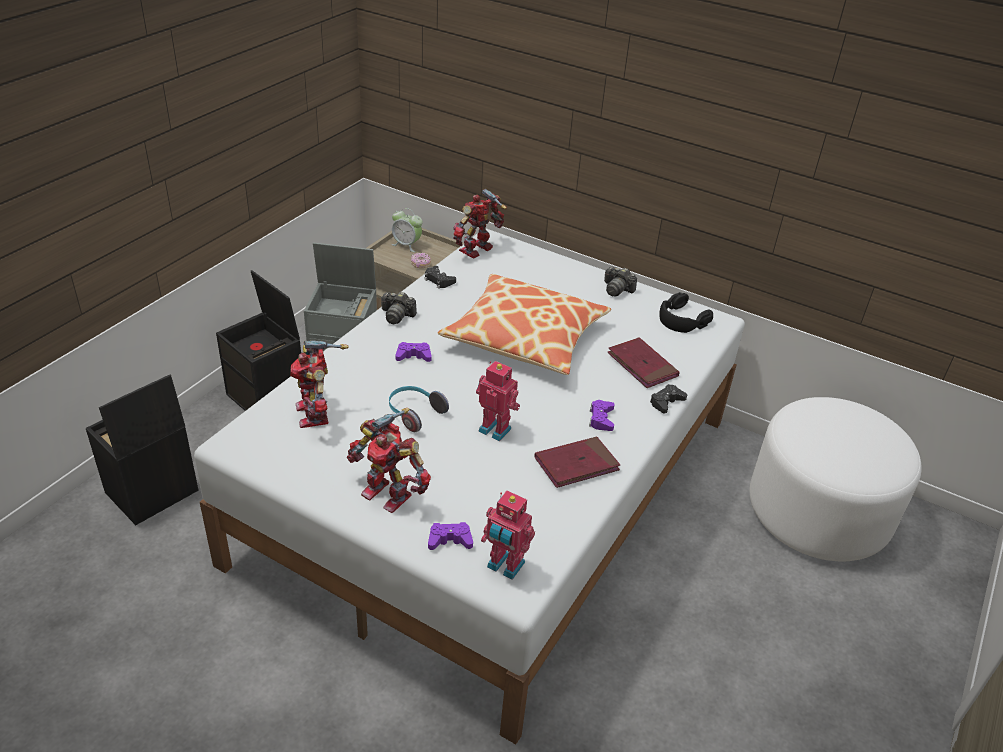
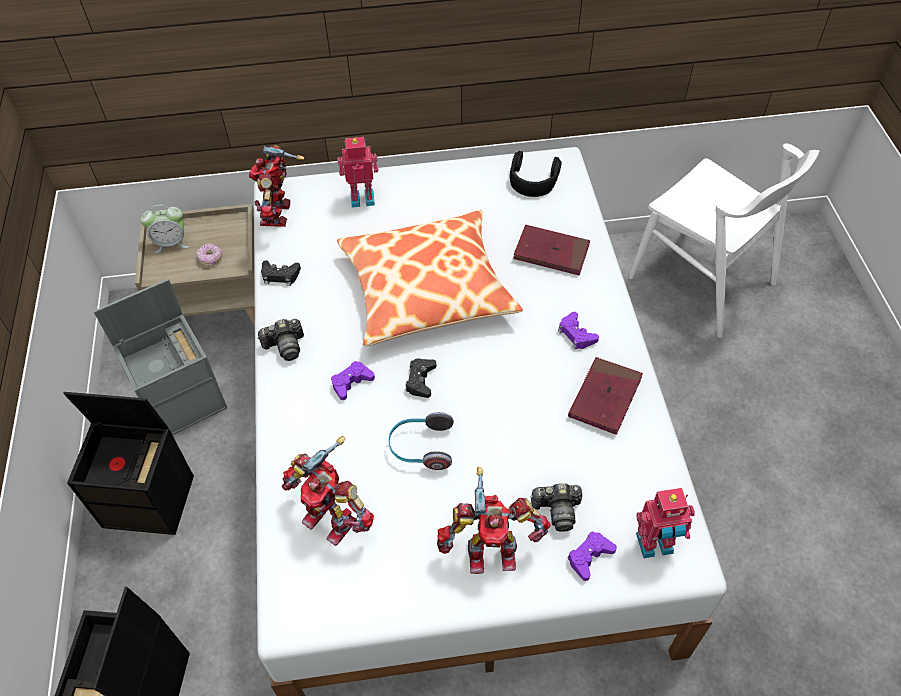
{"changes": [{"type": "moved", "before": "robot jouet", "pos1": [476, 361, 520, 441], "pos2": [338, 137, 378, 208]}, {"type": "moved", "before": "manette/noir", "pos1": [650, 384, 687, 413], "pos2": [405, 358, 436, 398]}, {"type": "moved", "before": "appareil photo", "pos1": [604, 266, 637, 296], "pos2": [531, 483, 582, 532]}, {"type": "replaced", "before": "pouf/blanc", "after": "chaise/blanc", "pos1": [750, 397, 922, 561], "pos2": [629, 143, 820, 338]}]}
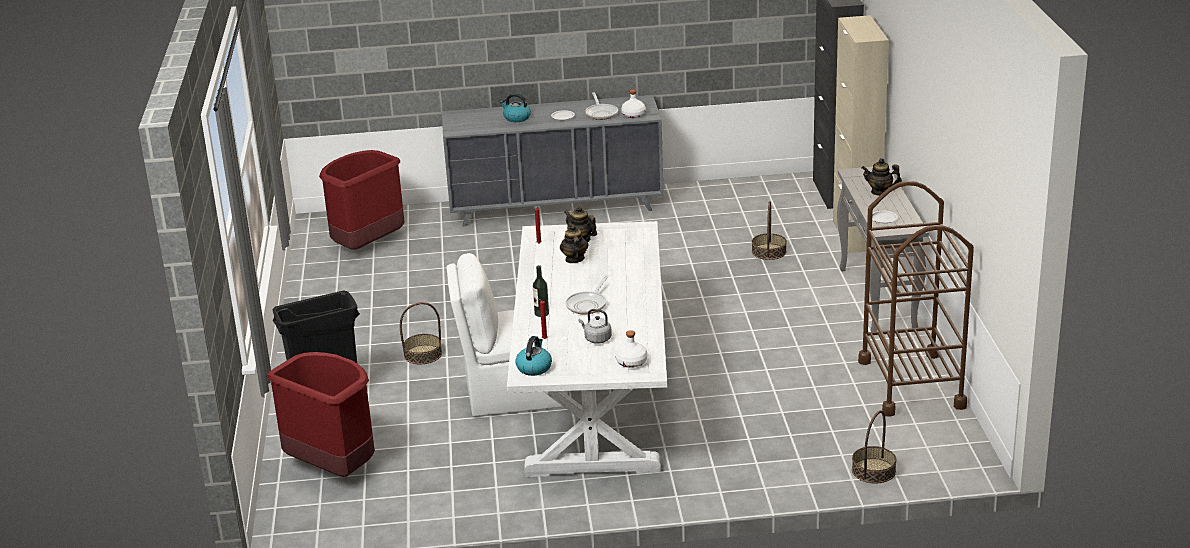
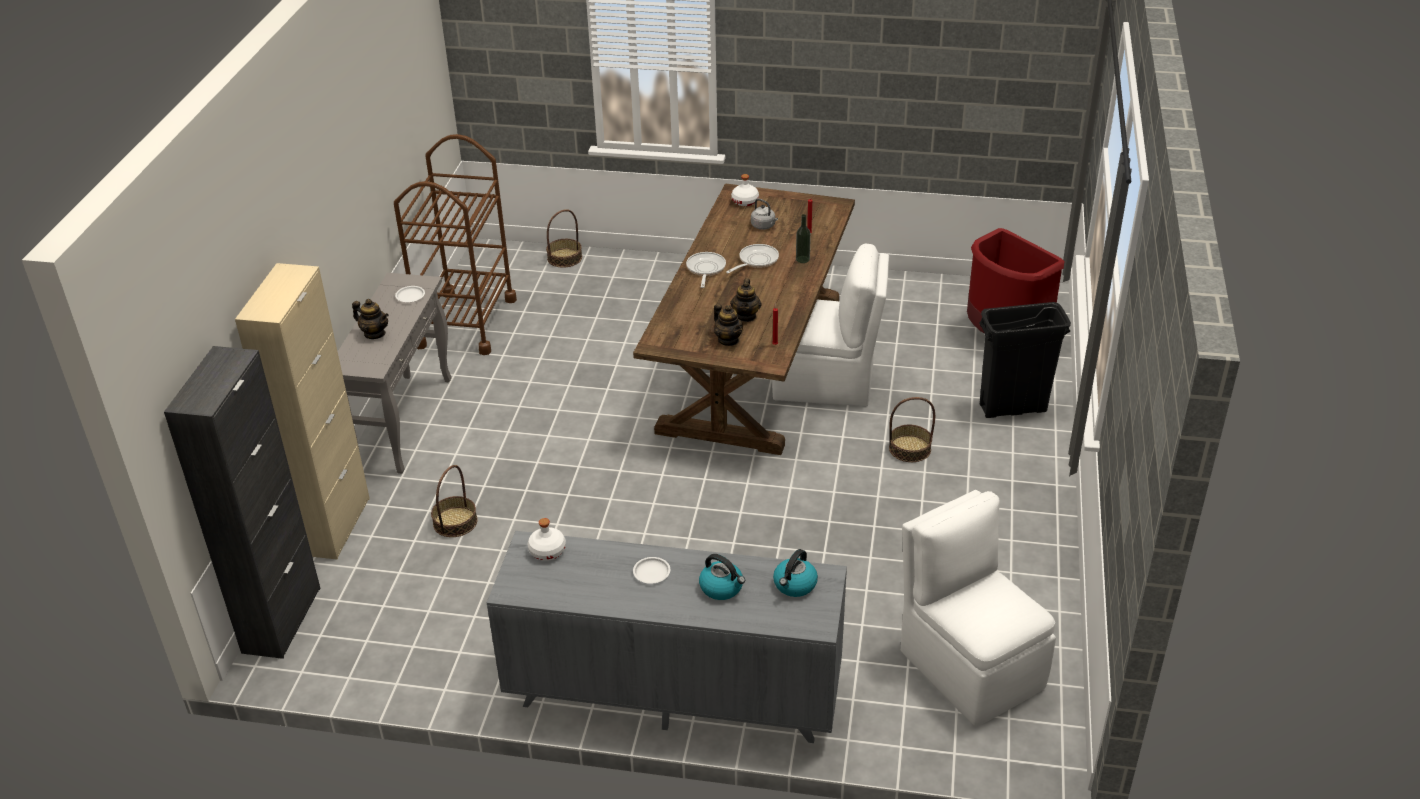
{"changes": [{"type": "recoloured", "before": "table à manger/blanc", "after": "table à manger/marron", "pos1": [507, 221, 667, 477], "pos2": [633, 183, 855, 455]}, {"type": "moved", "before": "poêle", "pos1": [585, 93, 618, 120], "pos2": [686, 252, 726, 288]}, {"type": "moved", "before": "bouilloire", "pos1": [515, 336, 552, 376], "pos2": [773, 549, 818, 597]}, {"type": "replaced", "before": "poubelle/rouge", "after": "chaise/blanc", "pos1": [319, 150, 405, 250], "pos2": [901, 490, 1056, 726]}]}
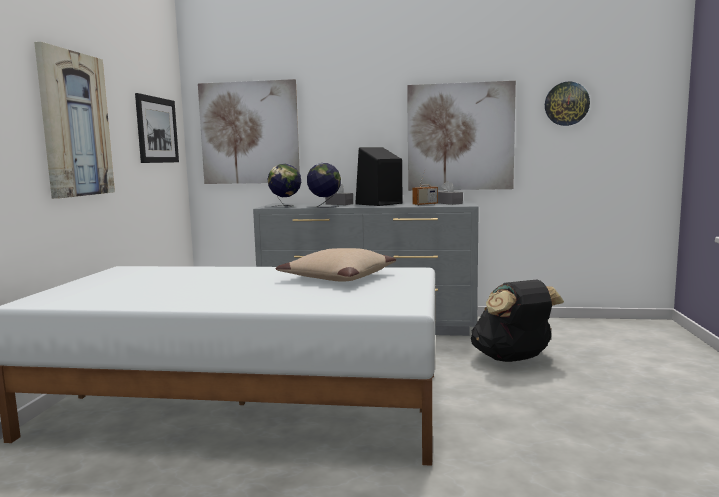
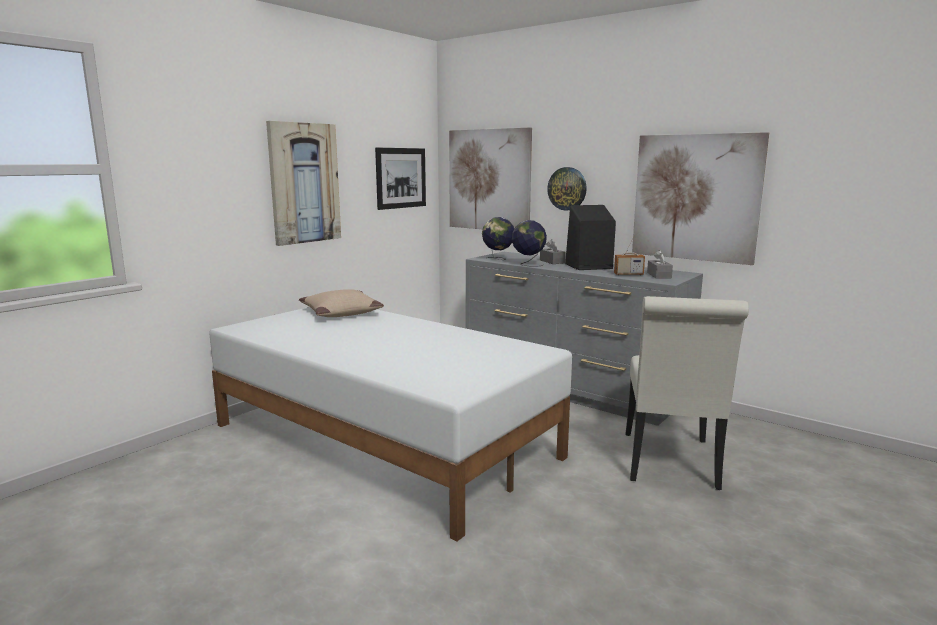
{"changes": [{"type": "moved", "before": "coussin/beige", "pos1": [276, 248, 396, 282], "pos2": [299, 289, 384, 317]}, {"type": "moved", "before": "horloge murale", "pos1": [545, 82, 590, 126], "pos2": [547, 167, 587, 211]}, {"type": "replaced", "before": "sac à dos/noir", "after": "chaise/blanc", "pos1": [471, 280, 564, 362], "pos2": [625, 296, 749, 490]}]}
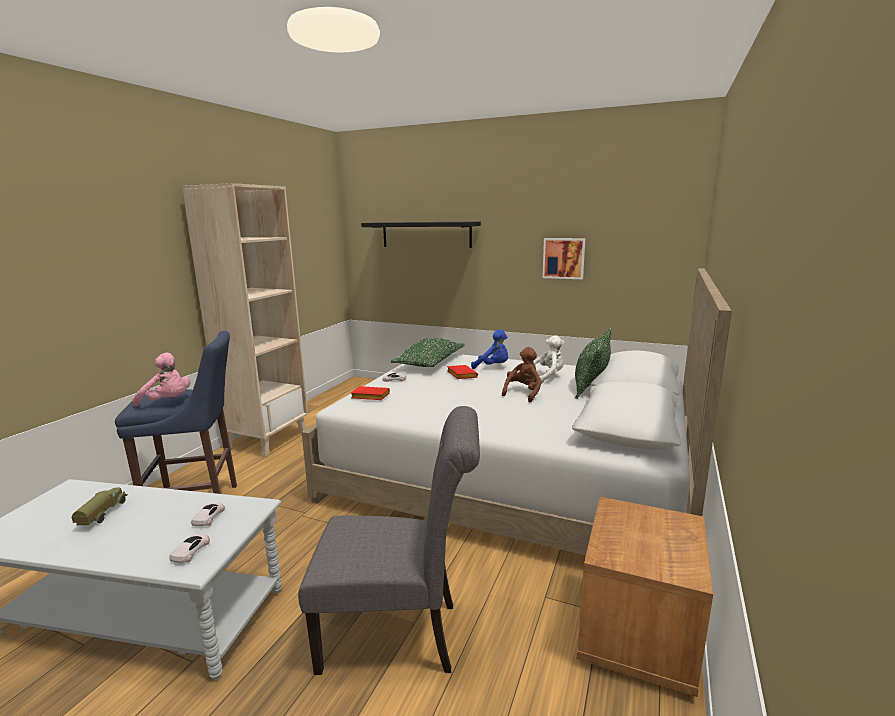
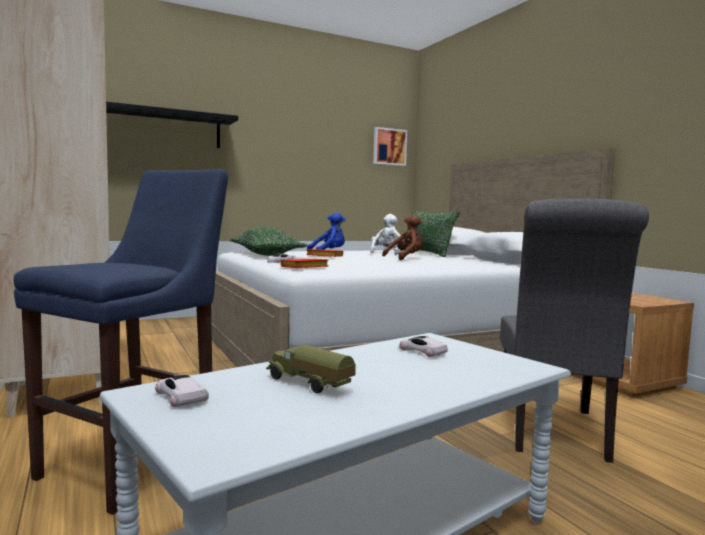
{"changes": [{"type": "moved", "before": "petite voiture/blanc", "pos1": [169, 534, 210, 563], "pos2": [155, 375, 209, 407]}, {"type": "moved", "before": "tableau", "pos1": [542, 238, 585, 279], "pos2": [373, 127, 407, 166]}, {"type": "turned", "before": "peluche/marron", "pos1": [502, 347, 542, 402], "pos2": [382, 215, 423, 260], "turn": 75}, {"type": "turned", "before": "chaise/gris", "pos1": [298, 406, 480, 675], "pos2": [500, 198, 649, 463], "turn": 150}, {"type": "removed", "before": "peluche/rose", "pos1": [132, 353, 190, 406]}]}
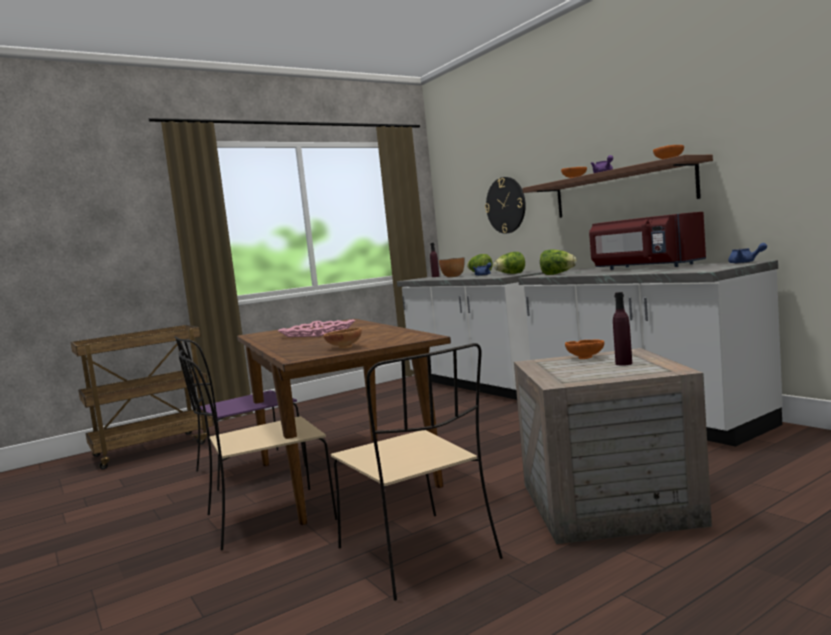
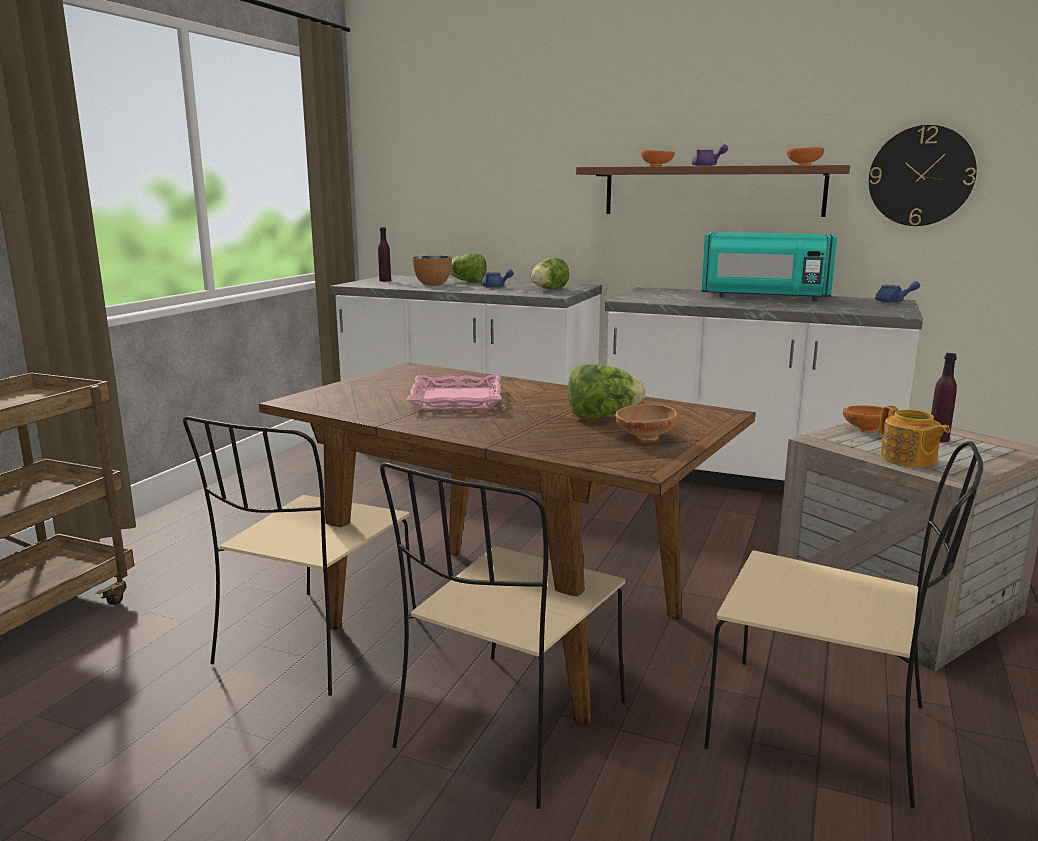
{"changes": [{"type": "recoloured", "before": "chaise/violet", "after": "chaise/beige", "pos1": [174, 336, 306, 491], "pos2": [183, 416, 416, 696]}, {"type": "moved", "before": "laitue", "pos1": [540, 249, 577, 275], "pos2": [568, 364, 646, 419]}, {"type": "recoloured", "before": "micro-ondes/rouge", "after": "micro-ondes/turquoise", "pos1": [589, 212, 706, 270], "pos2": [702, 232, 837, 301]}, {"type": "moved", "before": "horloge murale", "pos1": [485, 177, 526, 234], "pos2": [869, 125, 977, 226]}, {"type": "added", "after": "théière", "pos2": [880, 406, 950, 467]}]}
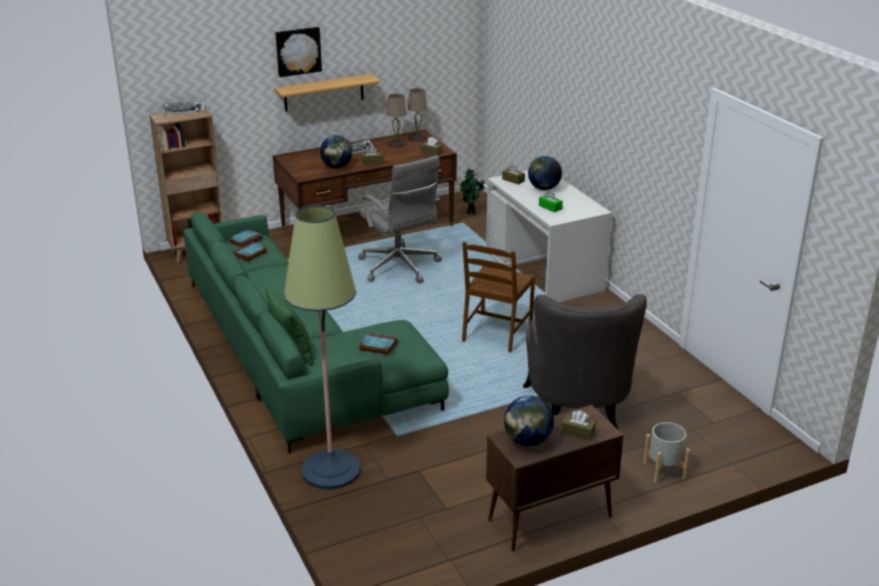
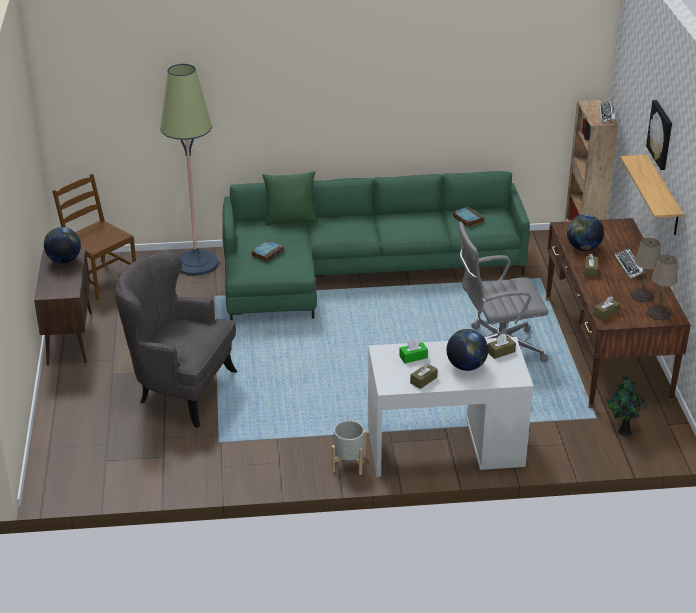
{"changes": [{"type": "moved", "before": "chaise/marron", "pos1": [462, 242, 535, 353], "pos2": [52, 174, 136, 300]}, {"type": "moved", "before": "cache-pot/gris", "pos1": [643, 422, 690, 483], "pos2": [332, 420, 366, 475]}, {"type": "moved", "before": "boîte à mouchoirs/marron", "pos1": [561, 410, 596, 440], "pos2": [410, 362, 438, 389]}, {"type": "removed", "before": "livre", "pos1": [229, 229, 263, 248]}]}
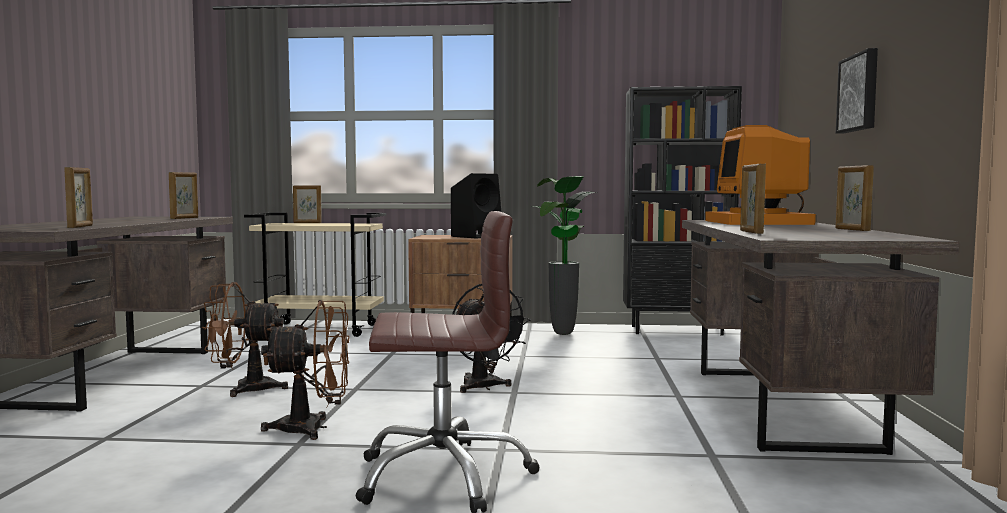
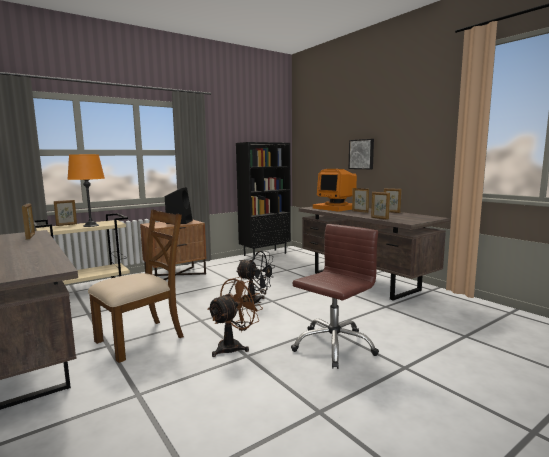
{"changes": [{"type": "added", "after": "lampe de table/orange", "pos2": [67, 154, 105, 227]}, {"type": "replaced", "before": "ventilateur/marron", "after": "chaise/marron", "pos1": [202, 282, 288, 397], "pos2": [88, 209, 184, 363]}, {"type": "moved", "before": "cadre photo", "pos1": [64, 167, 93, 228], "pos2": [352, 188, 369, 213]}, {"type": "removed", "before": "plante en pot", "pos1": [534, 176, 596, 335]}]}
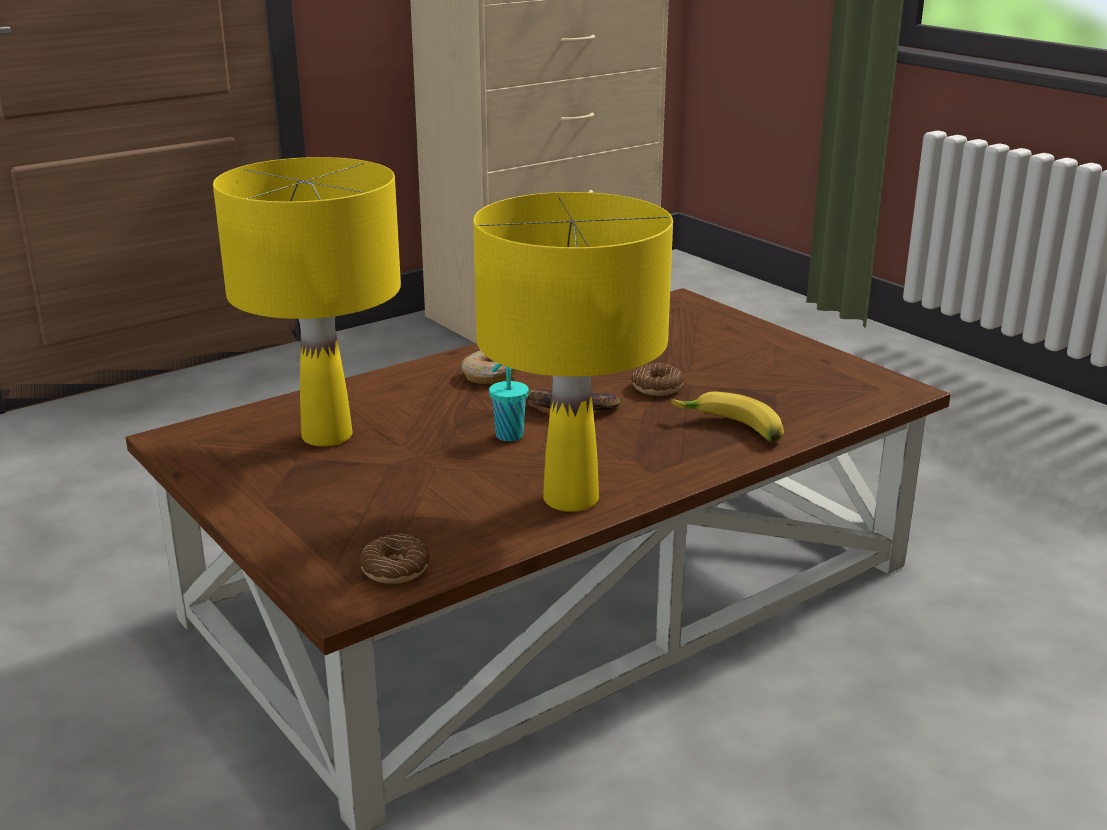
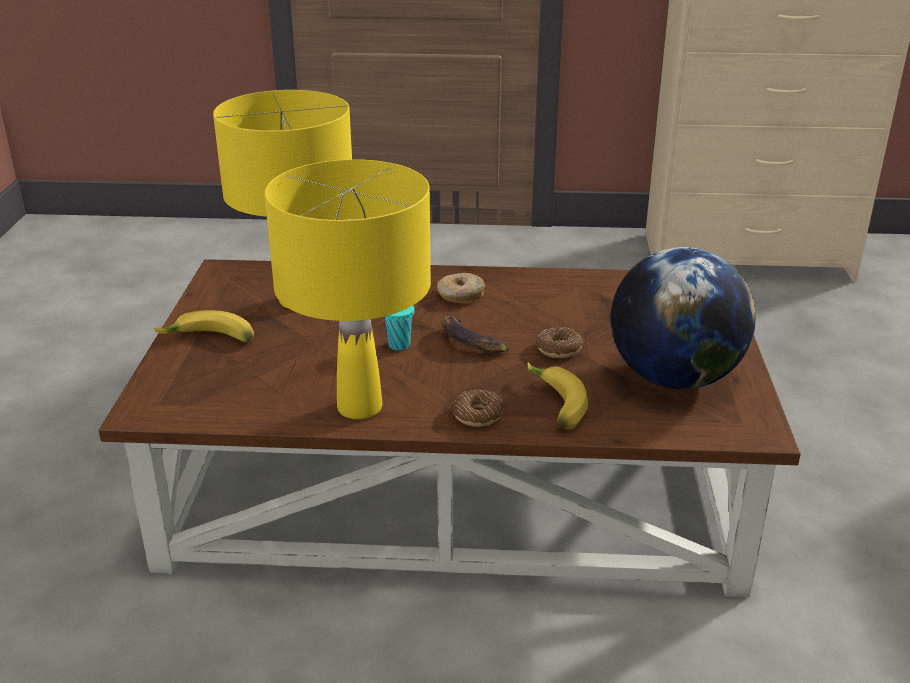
{"changes": [{"type": "added", "after": "banane", "pos2": [154, 310, 254, 343]}, {"type": "moved", "before": "beignet", "pos1": [359, 533, 430, 584], "pos2": [452, 390, 504, 427]}, {"type": "added", "after": "globe", "pos2": [611, 247, 756, 389]}]}
